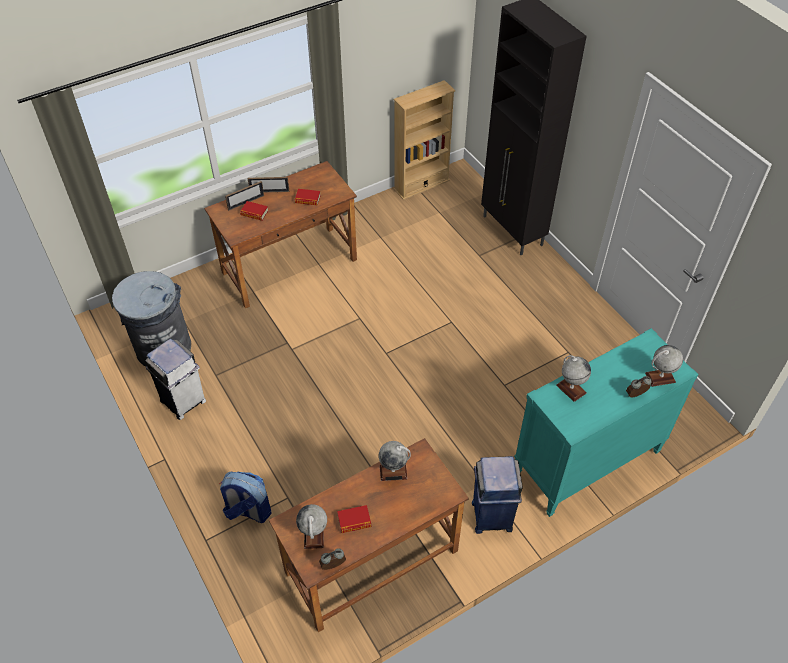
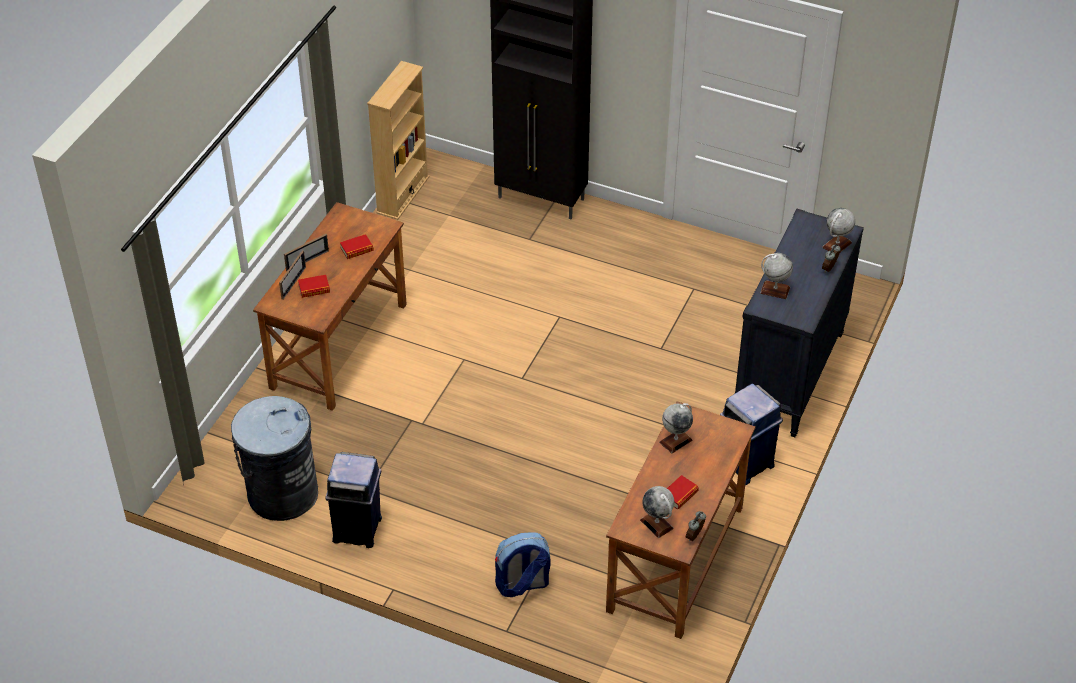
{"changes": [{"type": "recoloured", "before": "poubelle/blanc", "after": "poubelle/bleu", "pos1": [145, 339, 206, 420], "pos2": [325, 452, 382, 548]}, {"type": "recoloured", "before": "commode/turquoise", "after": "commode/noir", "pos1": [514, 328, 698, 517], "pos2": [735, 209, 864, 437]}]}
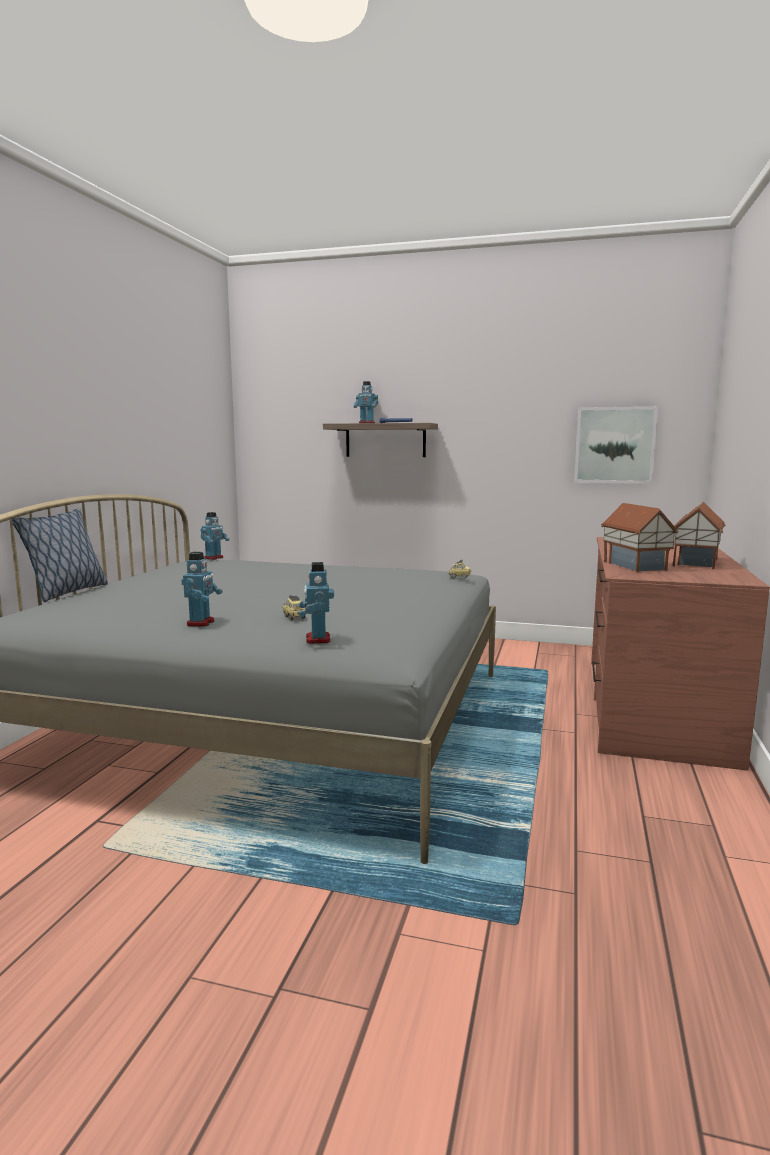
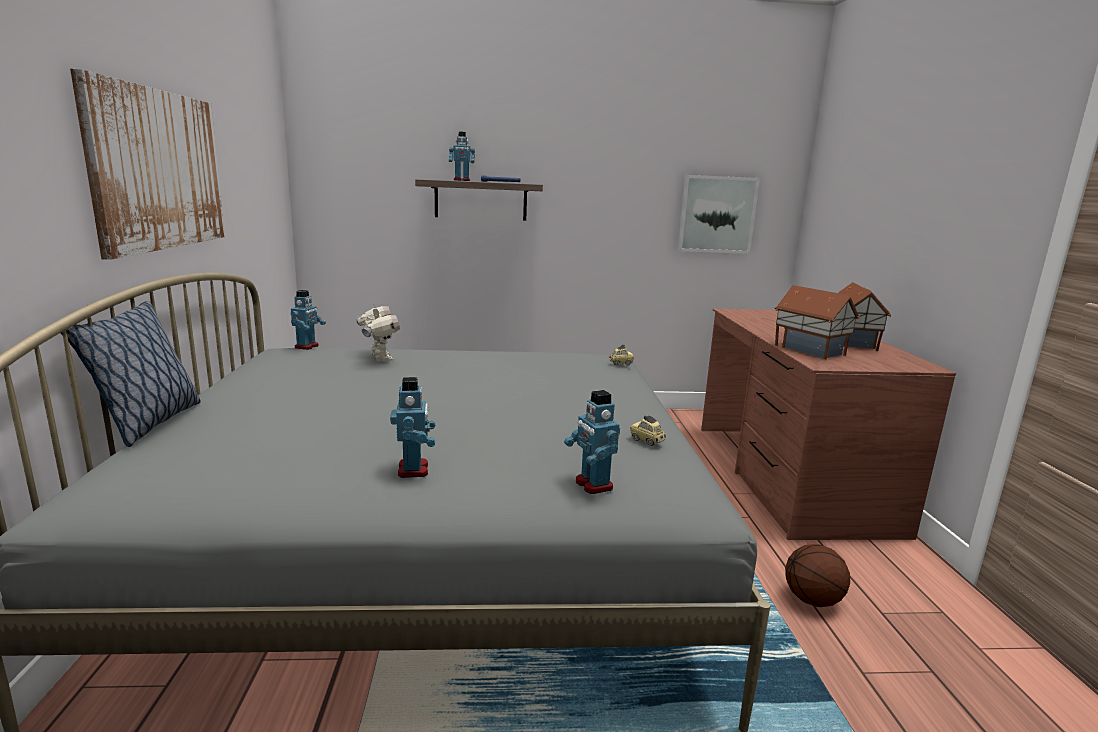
{"changes": [{"type": "added", "after": "tableau", "pos2": [70, 69, 225, 260]}, {"type": "added", "after": "robot jouet", "pos2": [356, 302, 400, 362]}, {"type": "moved", "before": "petite voiture", "pos1": [283, 595, 306, 620], "pos2": [630, 415, 666, 446]}, {"type": "added", "after": "ballon de basket", "pos2": [785, 544, 850, 607]}]}
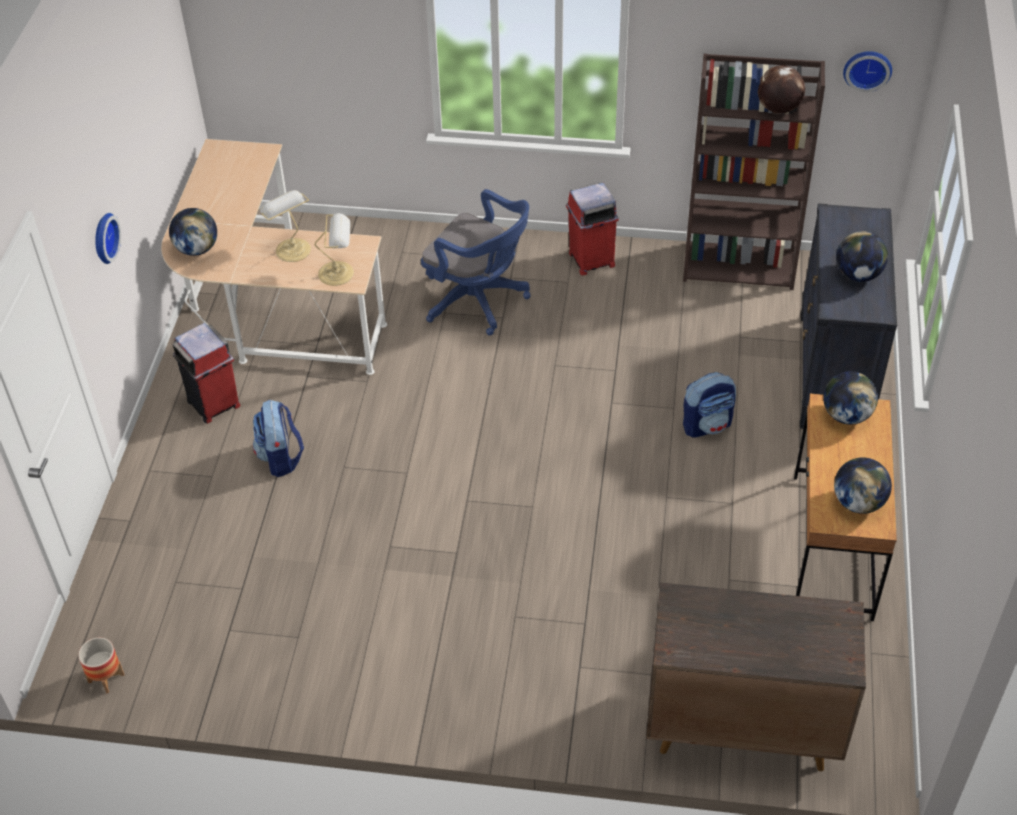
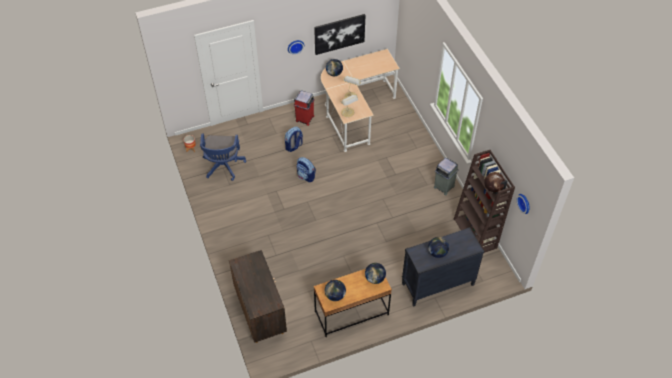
{"changes": [{"type": "moved", "before": "chaise de bureau/bleu", "pos1": [421, 189, 531, 335], "pos2": [200, 134, 246, 181]}, {"type": "moved", "before": "sac à dos", "pos1": [683, 372, 736, 438], "pos2": [297, 157, 316, 182]}, {"type": "added", "after": "tableau", "pos2": [314, 14, 365, 55]}, {"type": "recoloured", "before": "poubelle/rouge", "after": "poubelle/gris", "pos1": [566, 183, 619, 275], "pos2": [434, 158, 458, 195]}]}
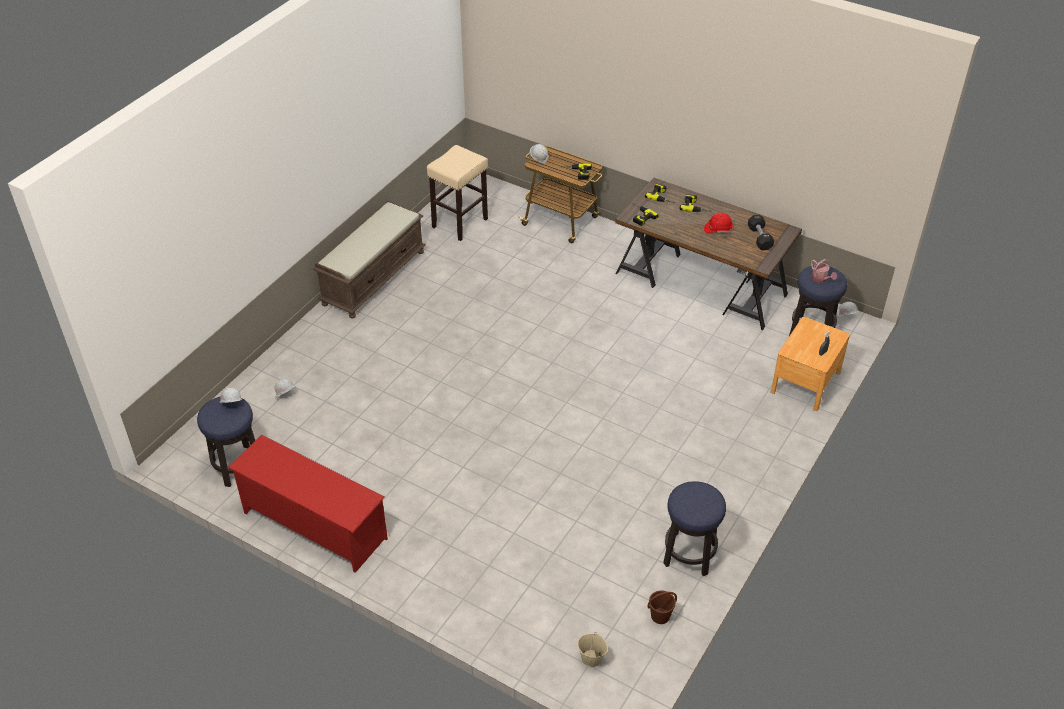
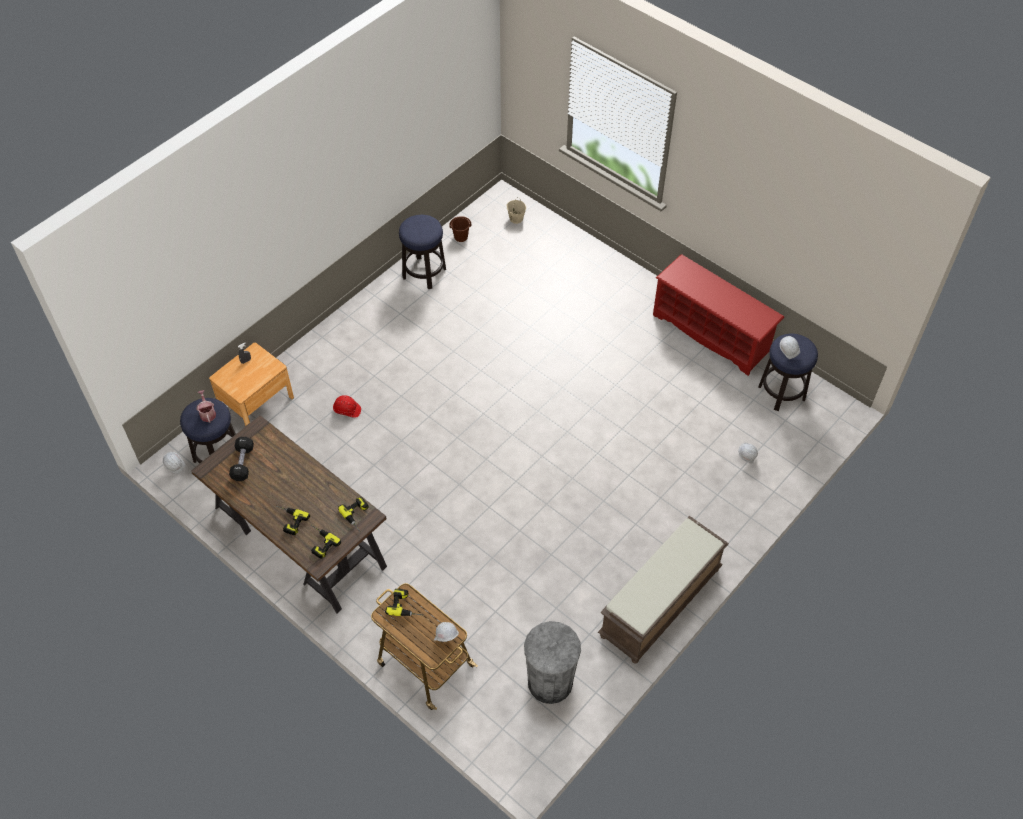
{"changes": [{"type": "moved", "before": "casque de chantier/rouge", "pos1": [704, 213, 733, 233], "pos2": [333, 395, 361, 418]}, {"type": "replaced", "before": "tabouret/beige", "after": "poubelle/gris", "pos1": [427, 145, 488, 241], "pos2": [524, 621, 581, 704]}]}
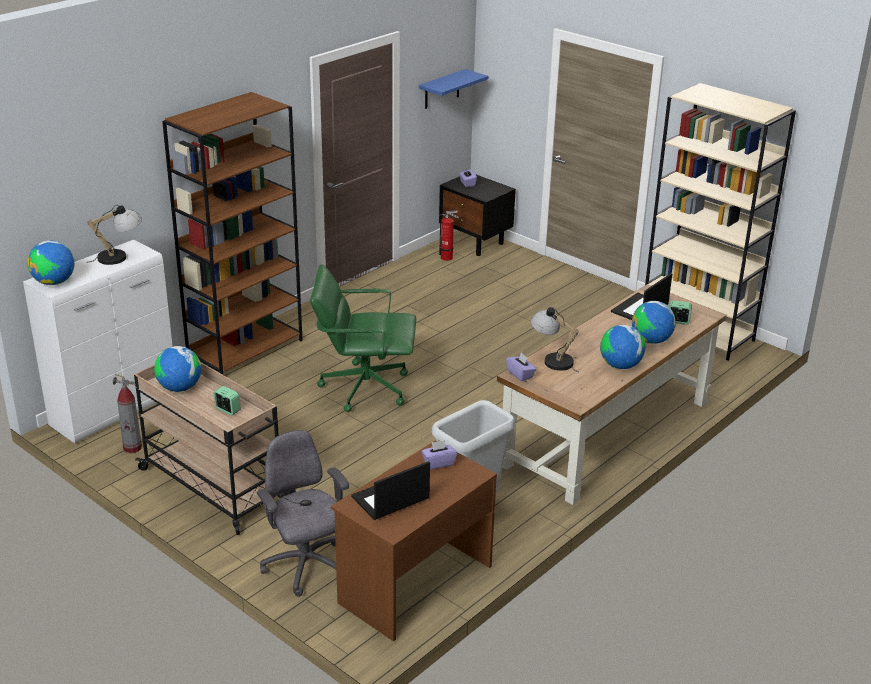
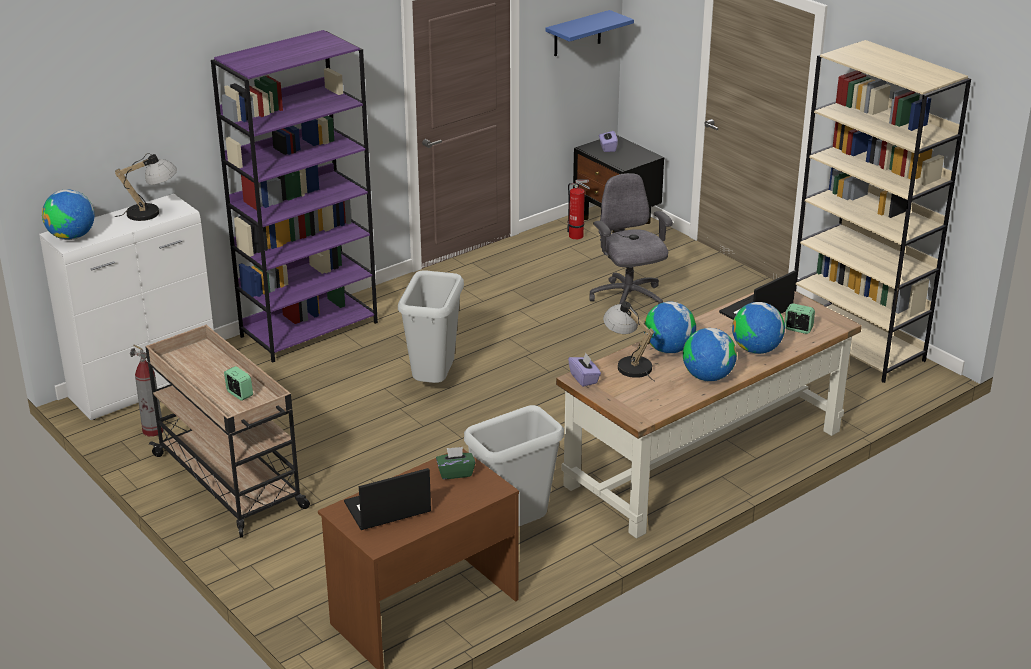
{"changes": [{"type": "recoloured", "before": "bibliothèque/marron", "after": "bibliothèque/violet", "pos1": [162, 92, 303, 375], "pos2": [211, 30, 378, 363]}, {"type": "replaced", "before": "chaise de bureau/vert", "after": "poubelle/gris", "pos1": [310, 264, 416, 412], "pos2": [398, 270, 464, 383]}, {"type": "recoloured", "before": "boîte à mouchoirs/violet", "after": "boîte à mouchoirs/vert", "pos1": [421, 440, 457, 470], "pos2": [436, 447, 475, 479]}, {"type": "moved", "before": "chaise de bureau/gris", "pos1": [257, 430, 349, 597], "pos2": [589, 173, 673, 304]}, {"type": "moved", "before": "globe", "pos1": [154, 346, 201, 392], "pos2": [644, 302, 696, 354]}]}
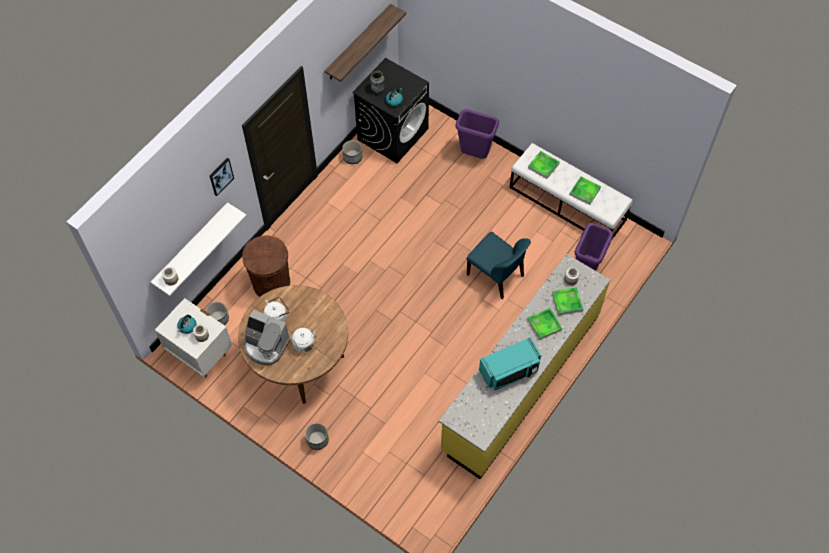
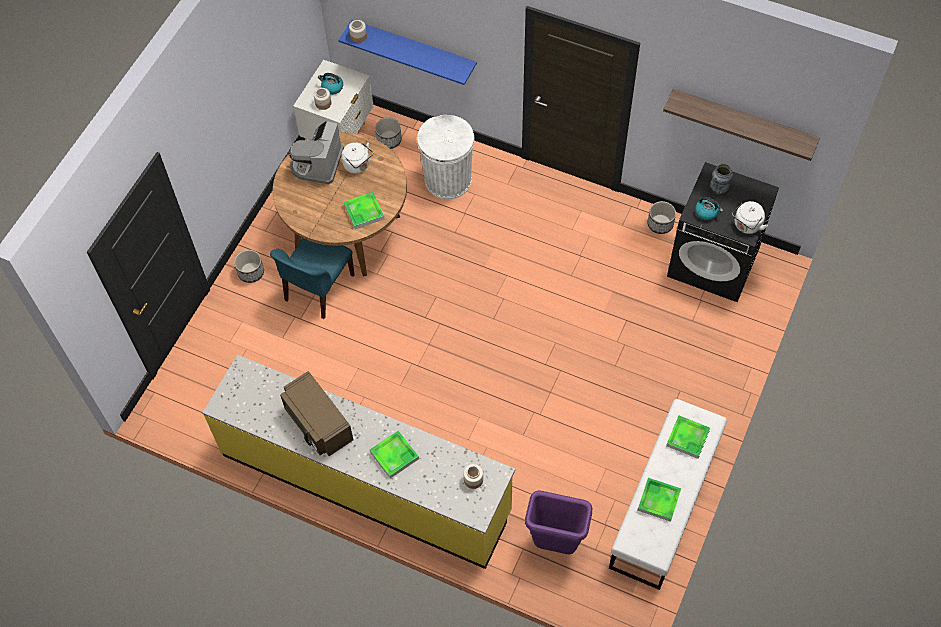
{"changes": [{"type": "moved", "before": "chaise/bleu", "pos1": [466, 232, 531, 299], "pos2": [270, 238, 355, 319]}, {"type": "recoloured", "before": "micro-ondes/turquoise", "after": "micro-ondes/marron", "pos1": [479, 337, 541, 390], "pos2": [280, 371, 353, 456]}, {"type": "recoloured", "before": "étagère/blanc", "after": "étagère/bleu", "pos1": [151, 202, 246, 296], "pos2": [338, 20, 477, 85]}, {"type": "moved", "before": "plateau", "pos1": [552, 287, 583, 316], "pos2": [344, 192, 384, 229]}, {"type": "recoloured", "before": "poubelle/marron", "after": "poubelle/blanc", "pos1": [242, 235, 290, 297], "pos2": [417, 115, 475, 199]}, {"type": "moved", "before": "bouilloire/blanc", "pos1": [292, 328, 318, 353], "pos2": [732, 201, 768, 234]}, {"type": "removed", "before": "tableau", "pos1": [210, 158, 234, 196]}, {"type": "removed", "before": "poubelle/violet", "pos1": [455, 109, 499, 159]}]}
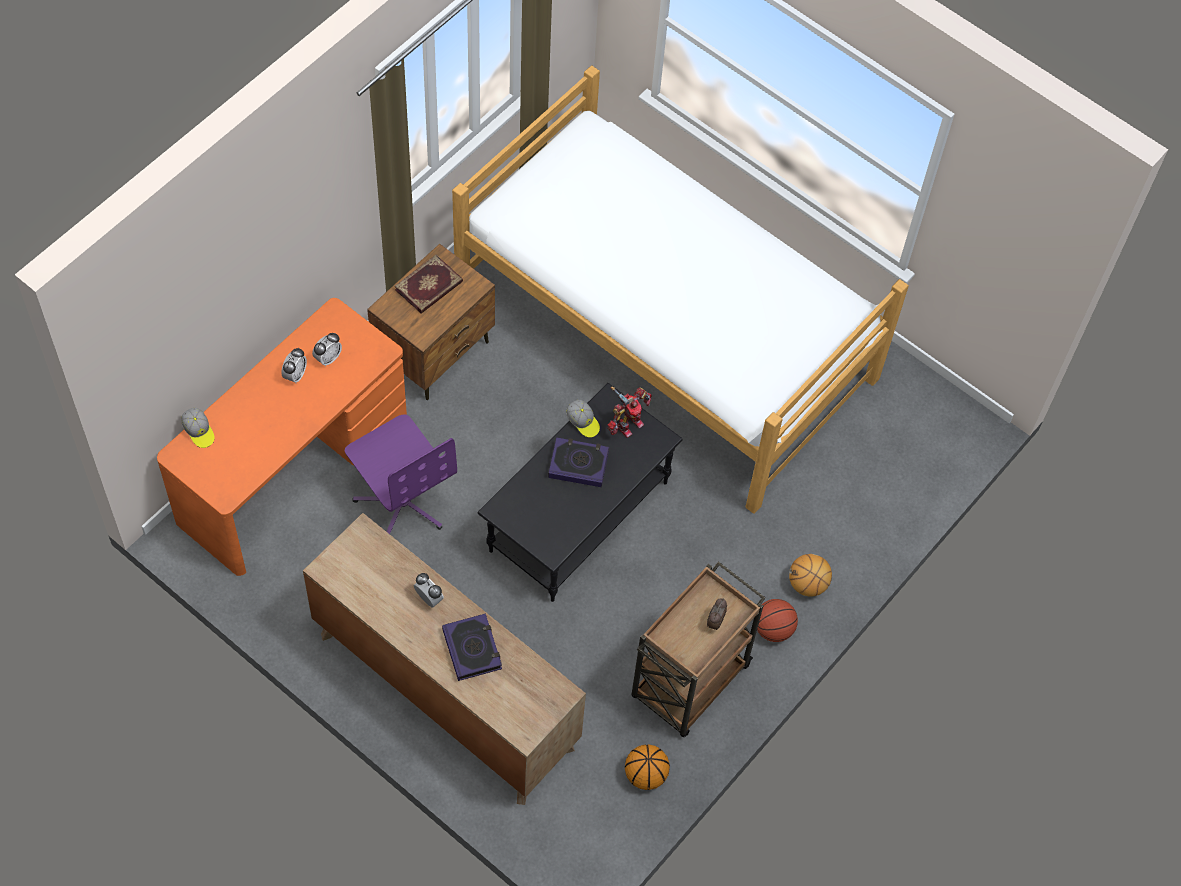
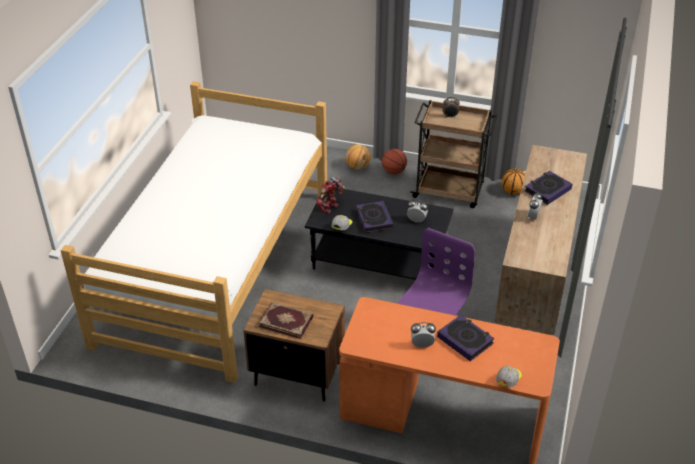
{"changes": [{"type": "turned", "before": "robot jouet", "pos1": [607, 387, 652, 438], "pos2": [316, 176, 345, 214], "turn": -75}, {"type": "moved", "before": "réveil", "pos1": [312, 333, 342, 367], "pos2": [407, 199, 428, 223]}, {"type": "added", "after": "livre", "pos2": [437, 315, 495, 361]}]}
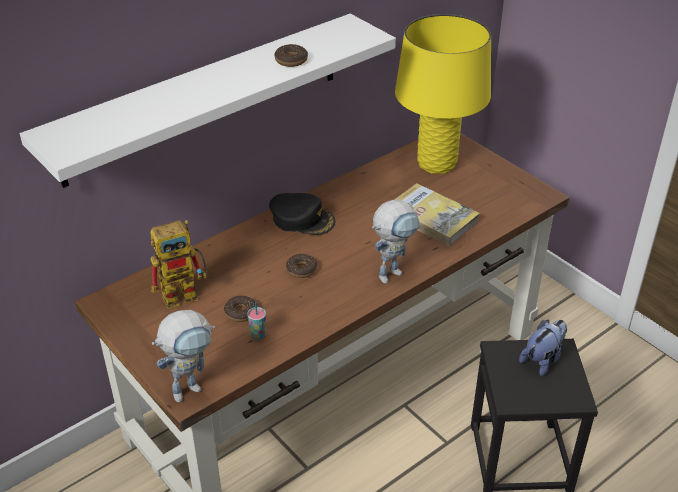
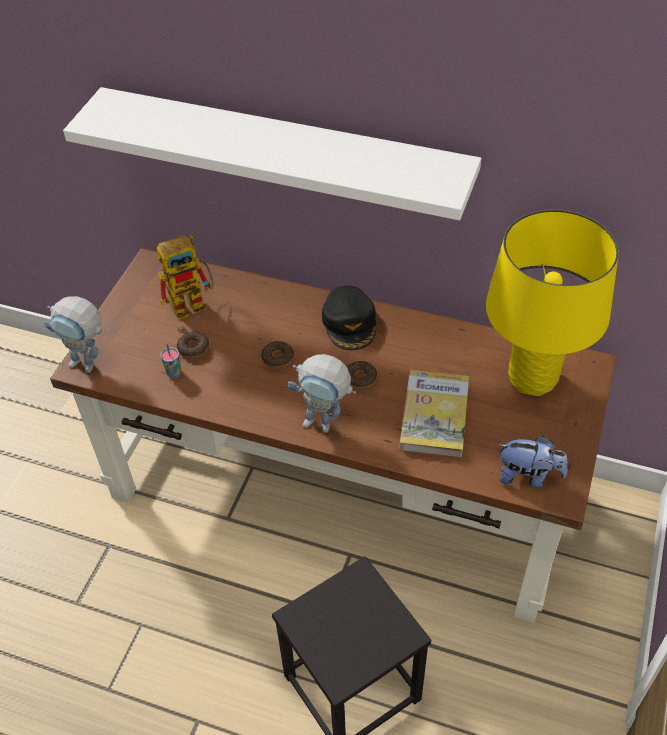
{"changes": [{"type": "turned", "before": "robot jouet", "pos1": [150, 220, 207, 309], "pos2": [157, 235, 213, 320], "turn": -60}, {"type": "moved", "before": "beignet", "pos1": [274, 44, 308, 67], "pos2": [347, 361, 377, 389]}, {"type": "moved", "before": "peluche", "pos1": [519, 320, 567, 376], "pos2": [498, 436, 568, 488]}]}
